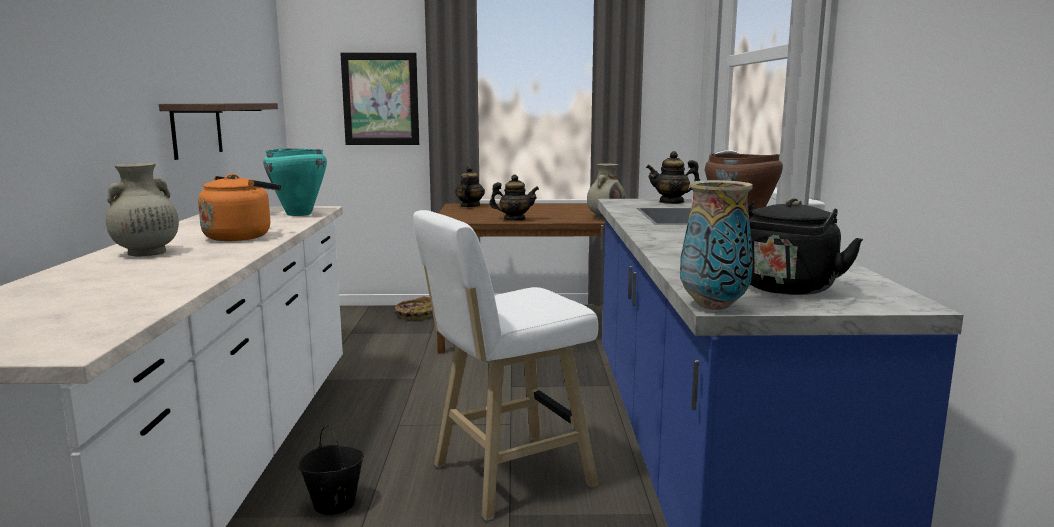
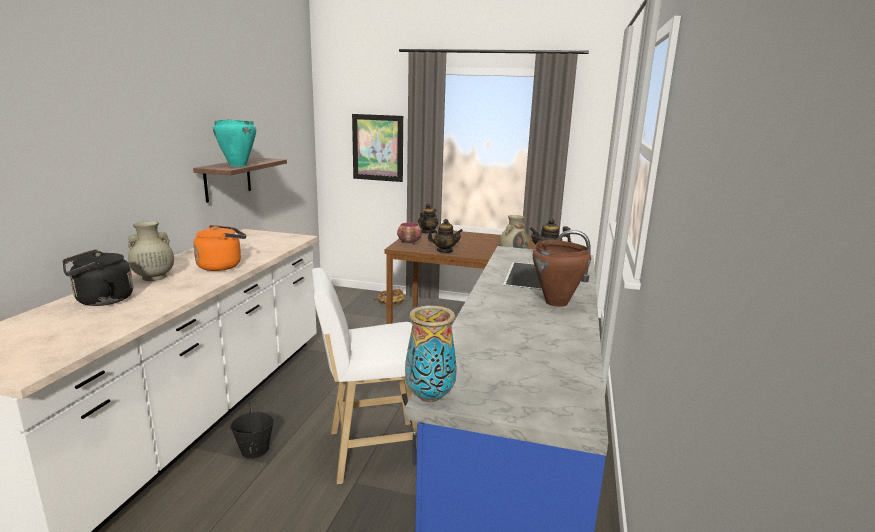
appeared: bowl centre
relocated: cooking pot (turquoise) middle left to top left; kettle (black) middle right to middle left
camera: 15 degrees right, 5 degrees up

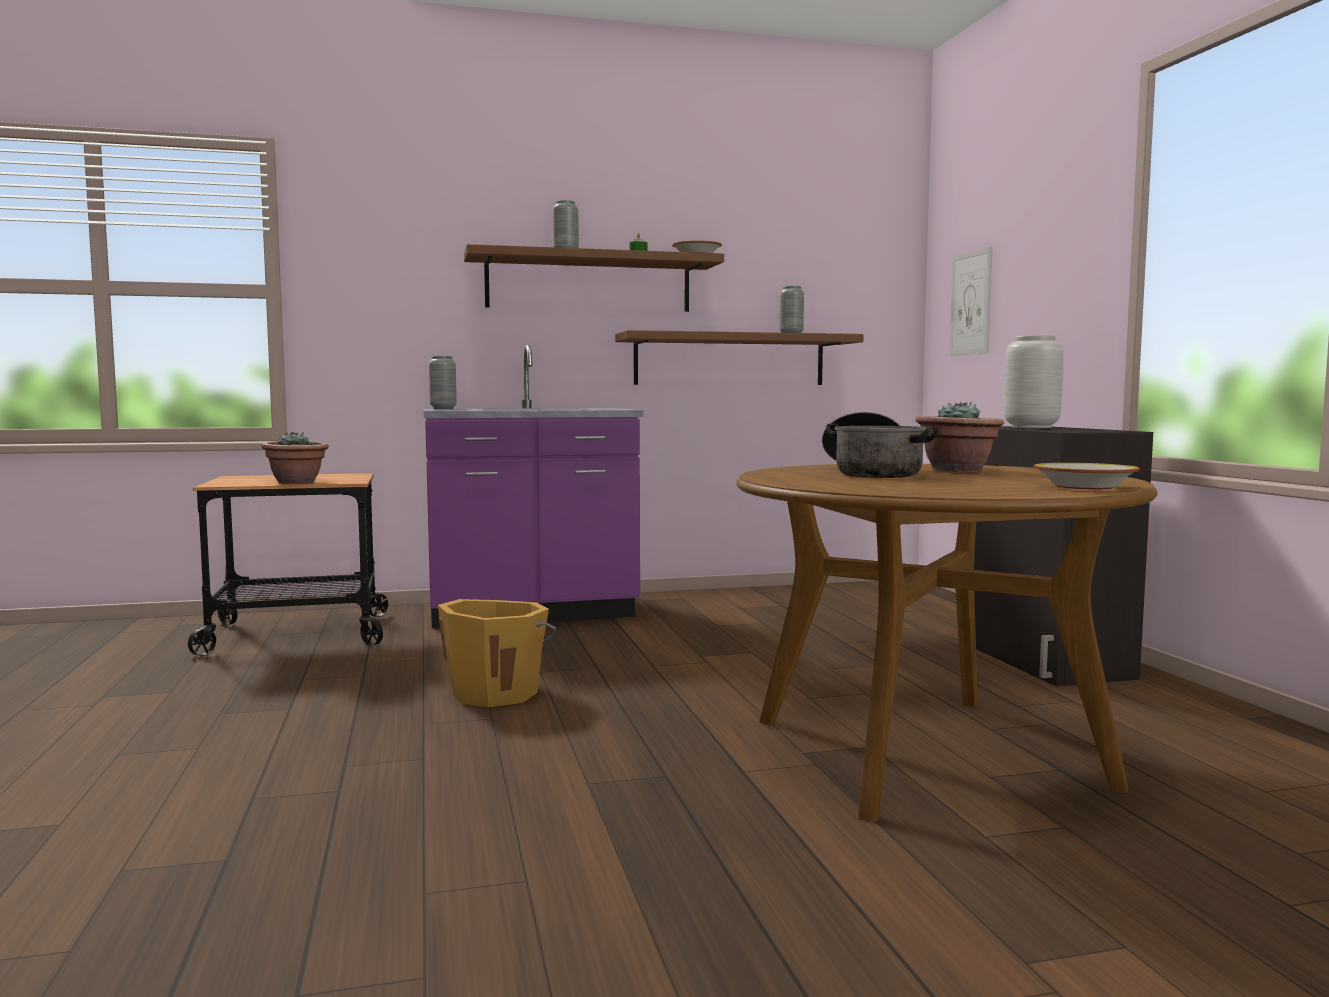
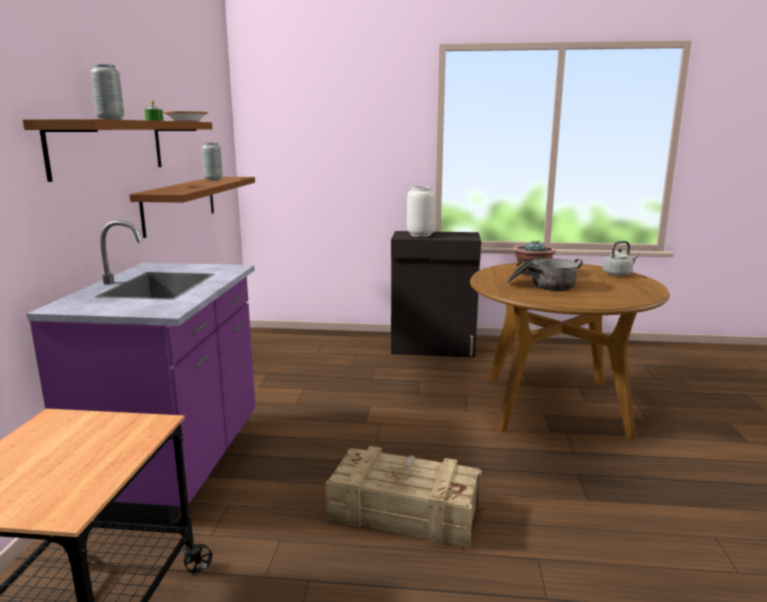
missing: potted plant (no. 1 from left) middle left; vase (grey) (no. 1 from left) centre; picture top right
exchanged: bucket (orange) centre to crate bottom centre; bowl (no. 2 from left) middle right to kettle (grey) middle right
camera: 70 degrees left, 10 degrees up

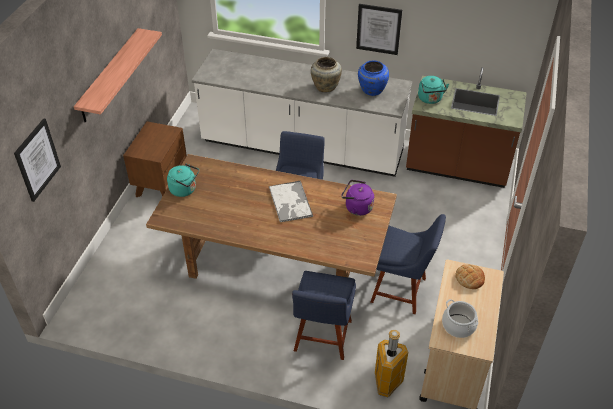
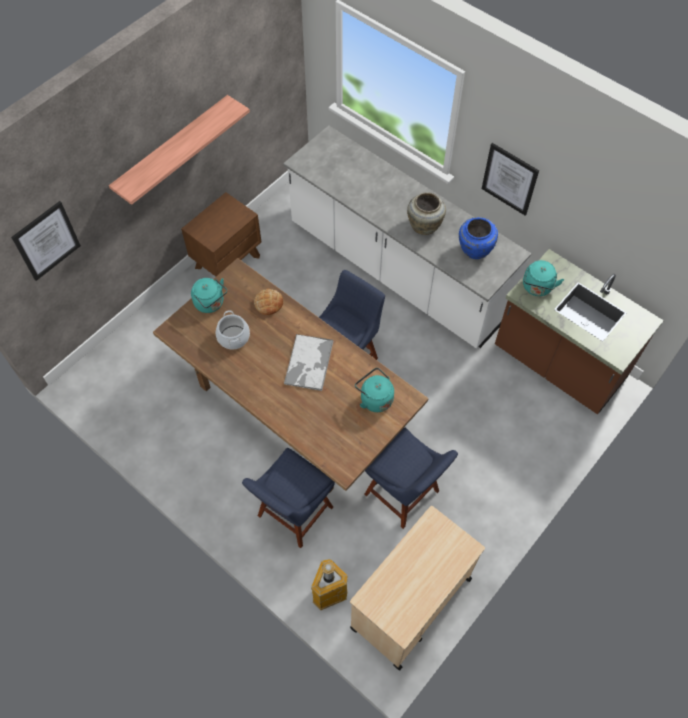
relocated: cooking pot bottom right to centre; bread bottom right to centre
colour: kettle (purple) centre to kettle (turquoise) (no. 2 from left) centre
camera: 25 degrees right, 15 degrees up

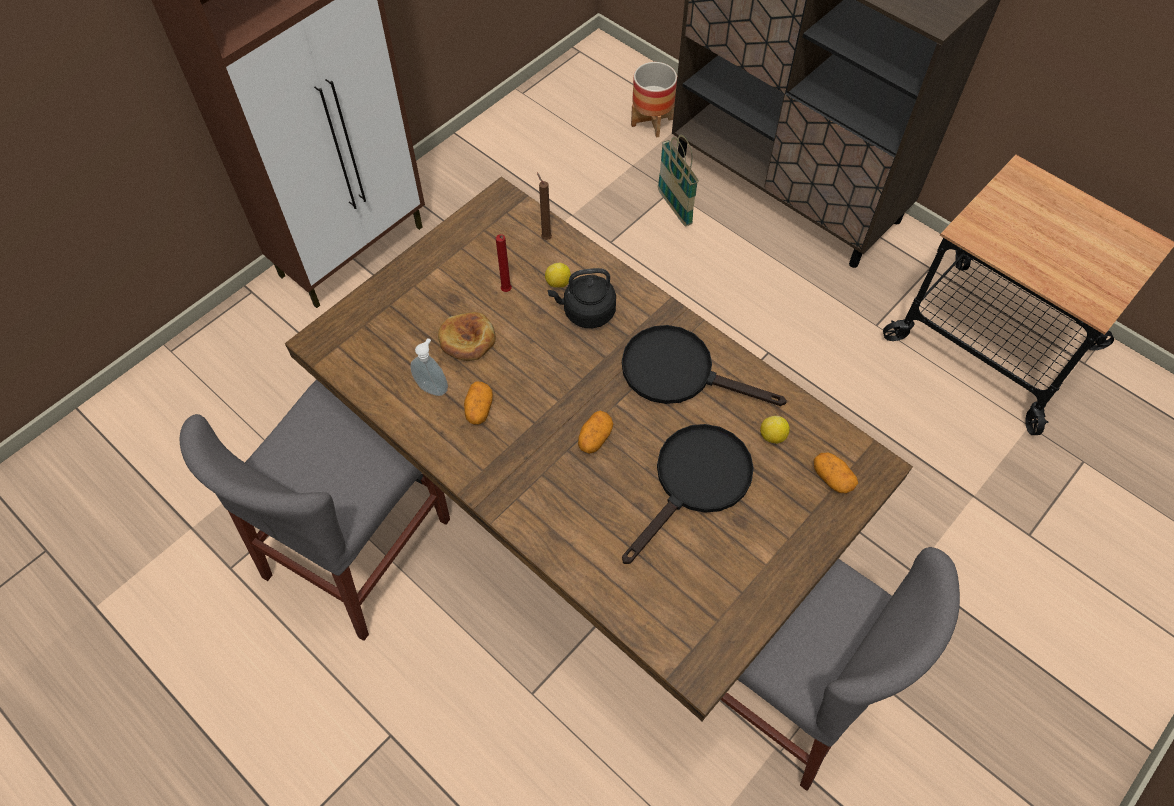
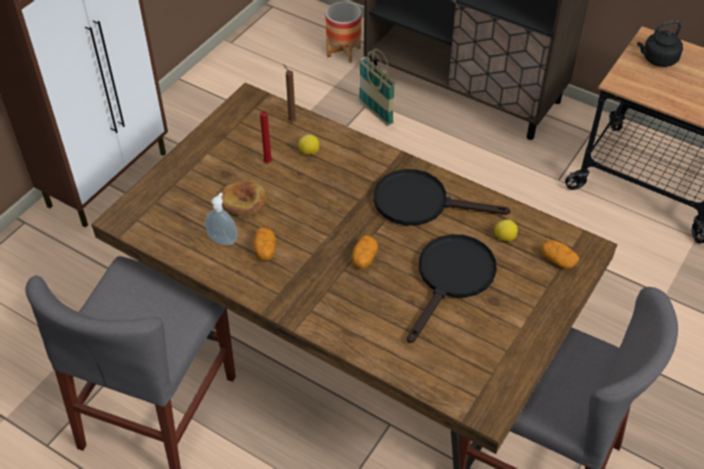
relocated: kettle (black) centre to top right
camera: 10 degrees left, 10 degrees down

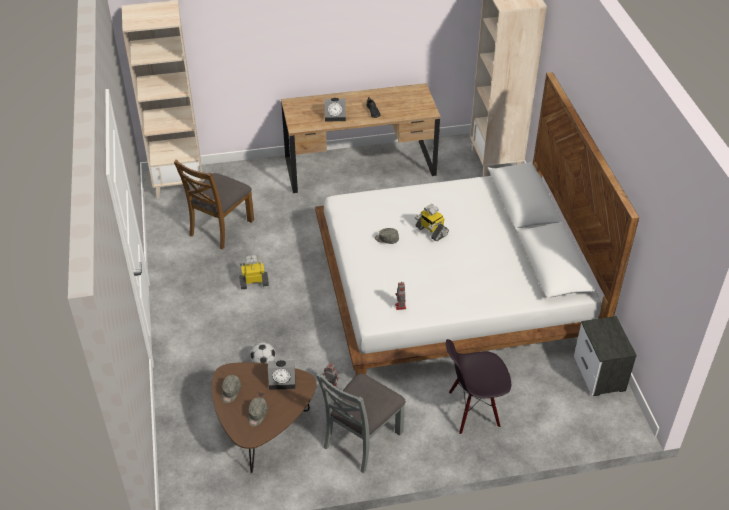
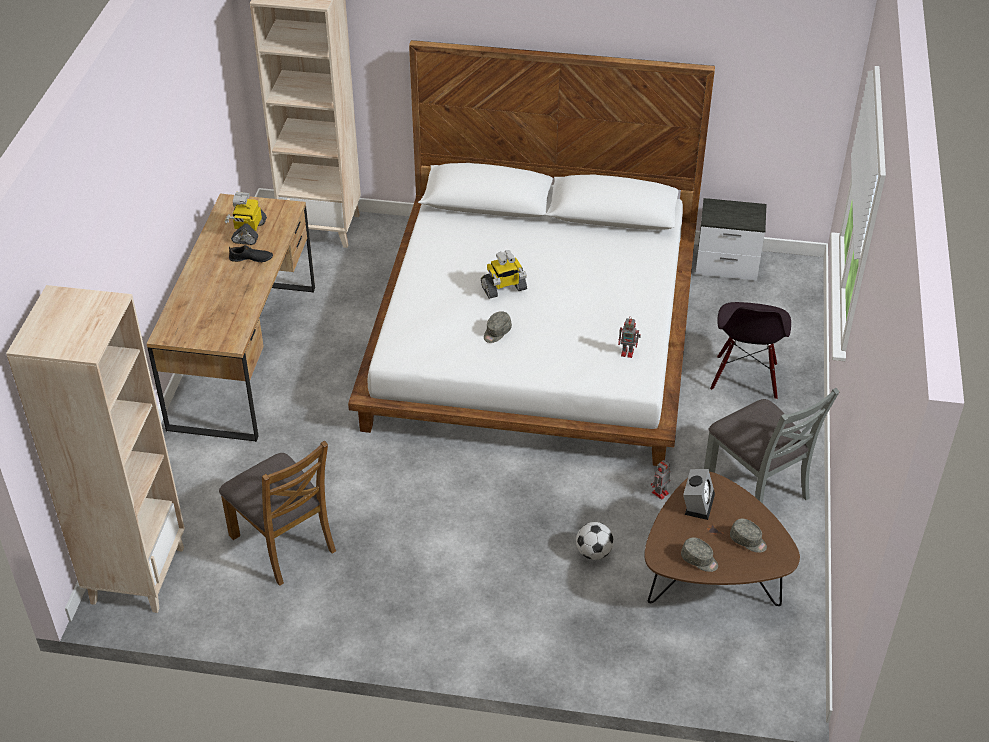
missing: alarm clock (no. 2 from left) top centre
relocated: toy robot (no. 1 from left) centre to top left
camera: 70 degrees left, 0 degrees up

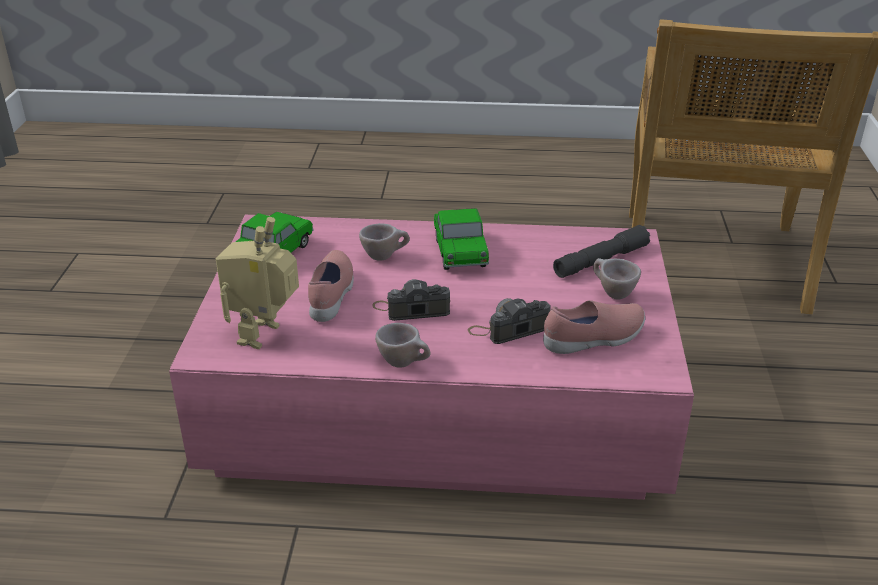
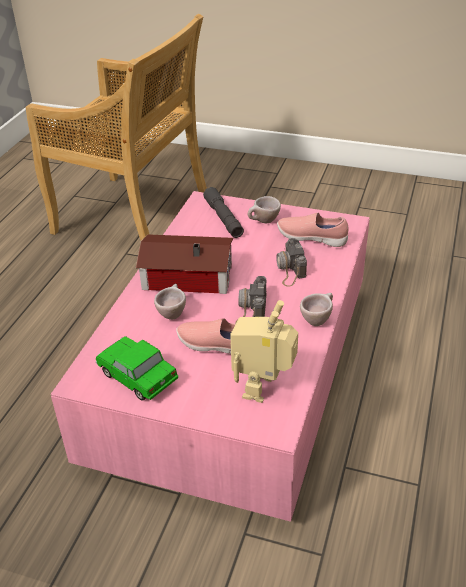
exchanged: toy car (no. 2 from left) centre to toy house centre
spun: toy robot middle left = centre 75 degrees clockwise; shoe (pink) (no. 2 from left) middle right = middle right 60 degrees counterclockwise
camera: 75 degrees left, 5 degrees up

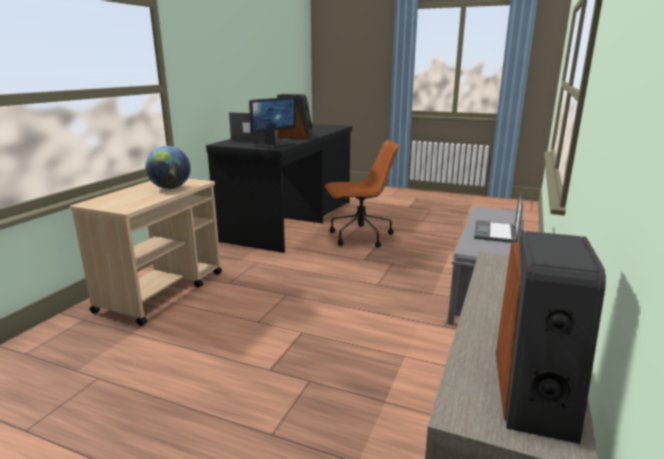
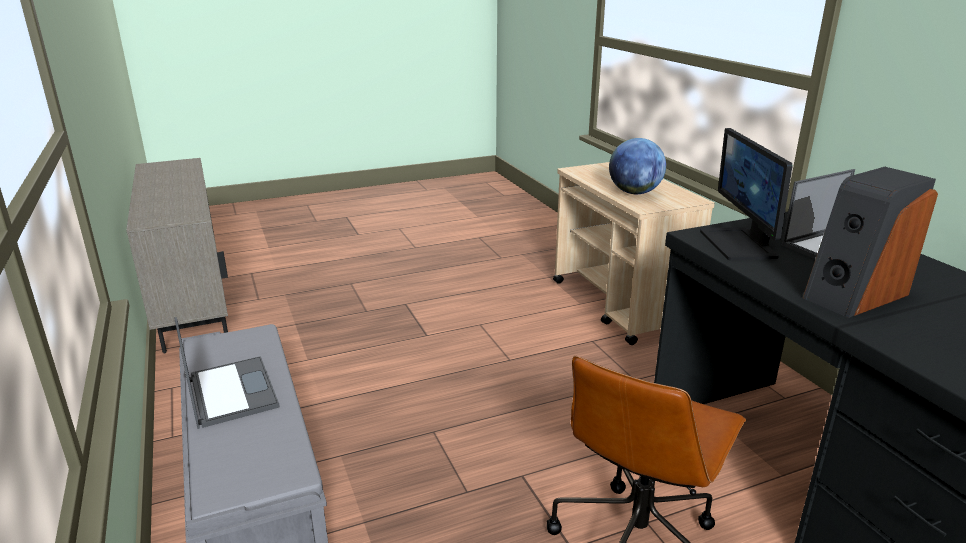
missing: speaker (no. 2 from left) bottom right
camera: 135 degrees right, 5 degrees up

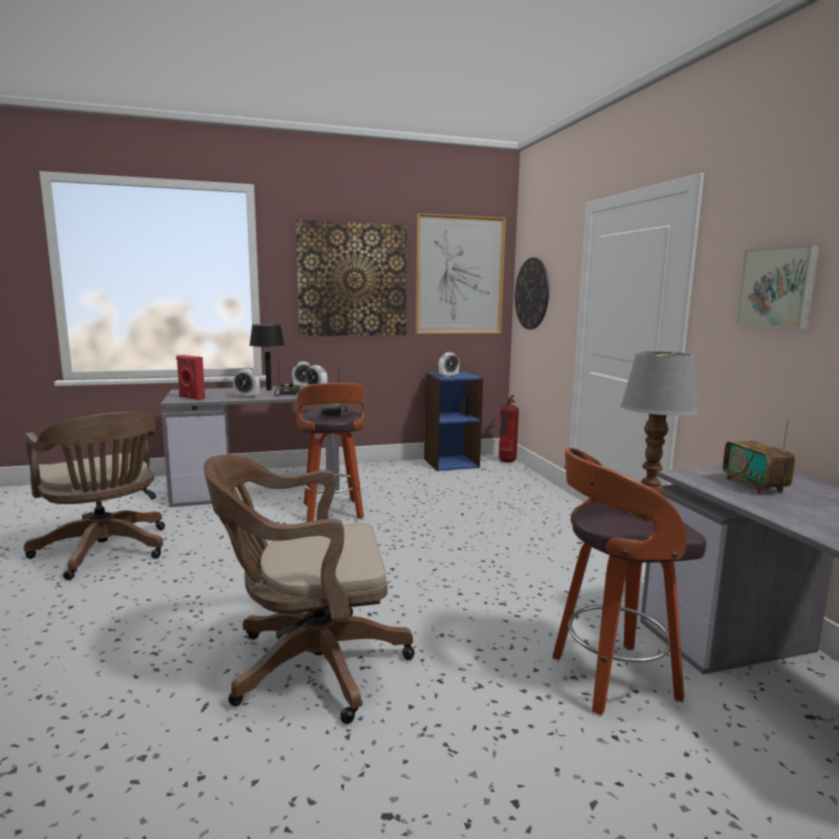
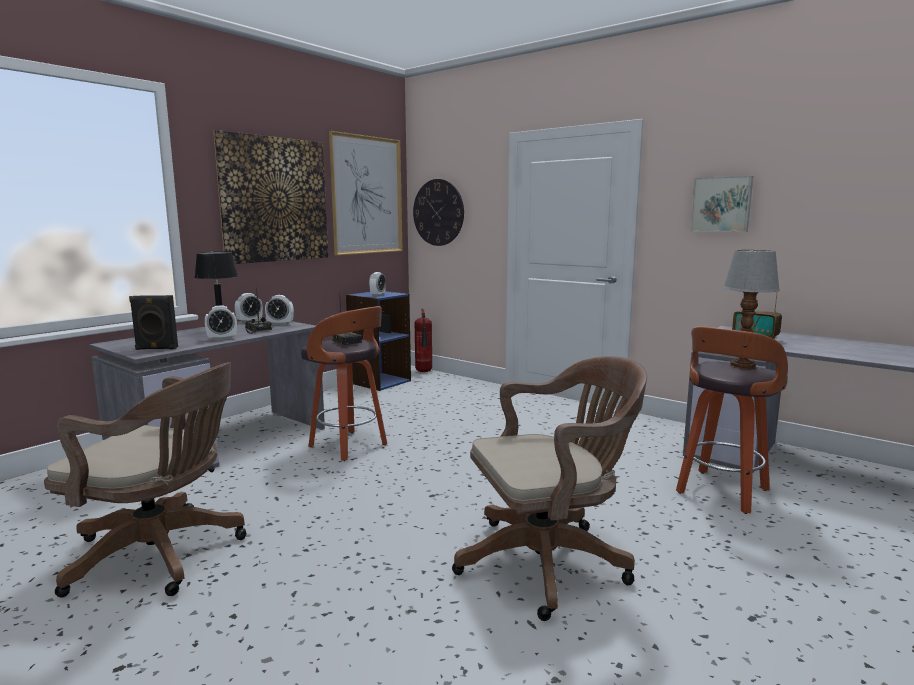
colour: speaker (red) middle left to speaker (black) middle left
spun: office chair (brown) (no. 2 from left) bottom centre = bottom centre 150 degrees counterclockwise
camera: 35 degrees left, 0 degrees up

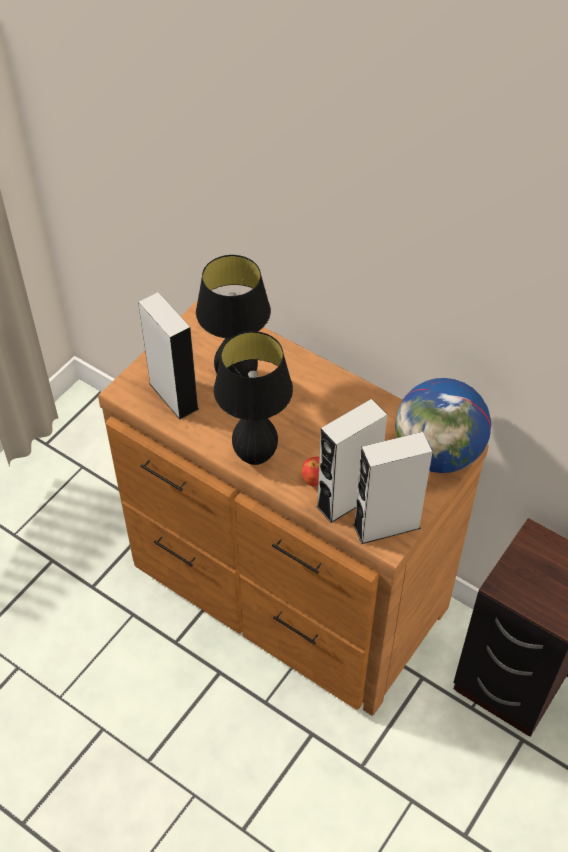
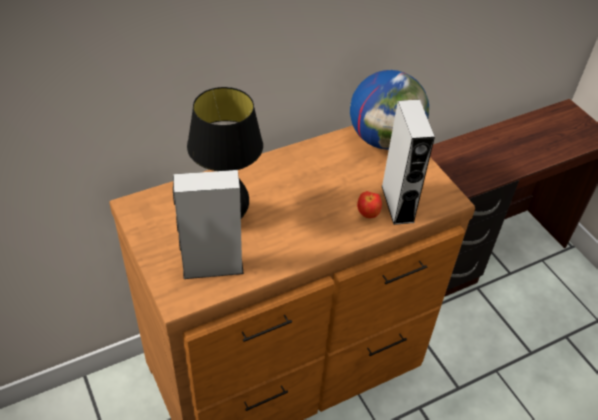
missing: table lamp (black) (no. 2 from left) centre; speaker (grey) (no. 3 from left) middle right
camera: 65 degrees left, 5 degrees down

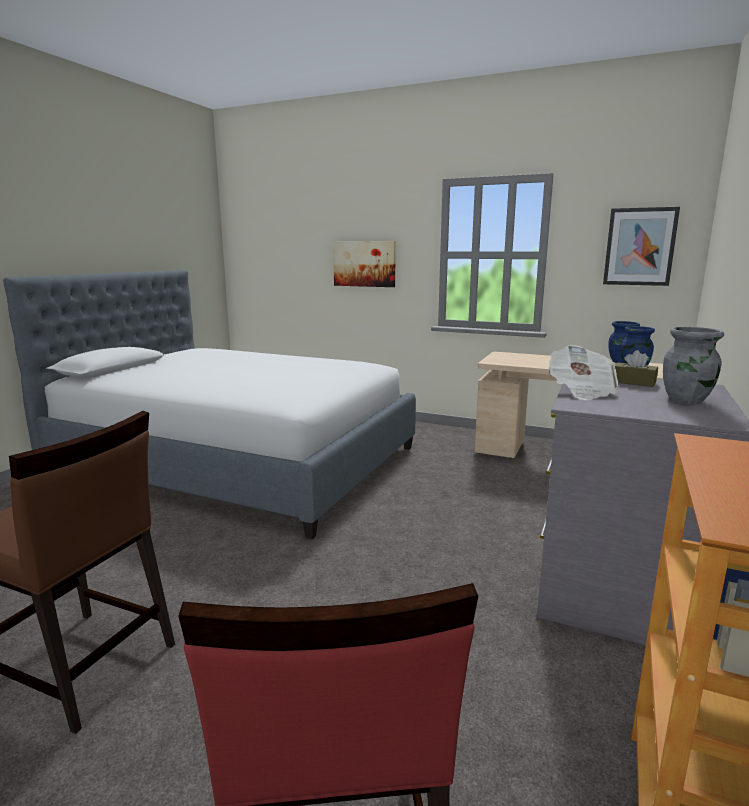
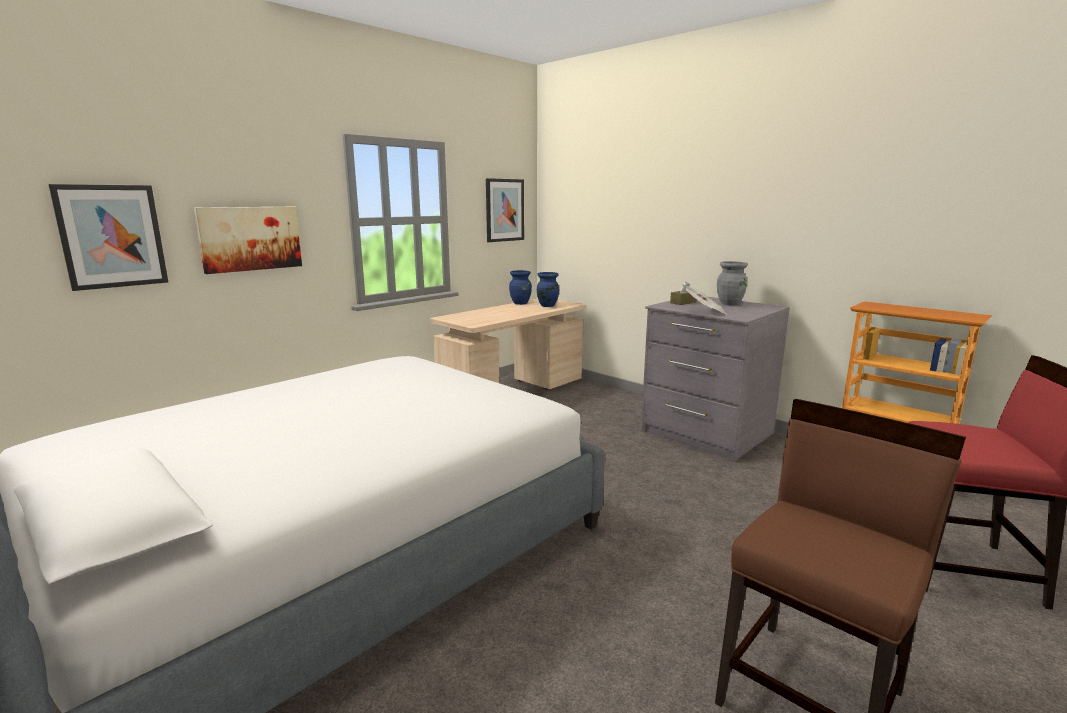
appeared: picture (no. 1 from left) top left
camera: 70 degrees left, 0 degrees up

